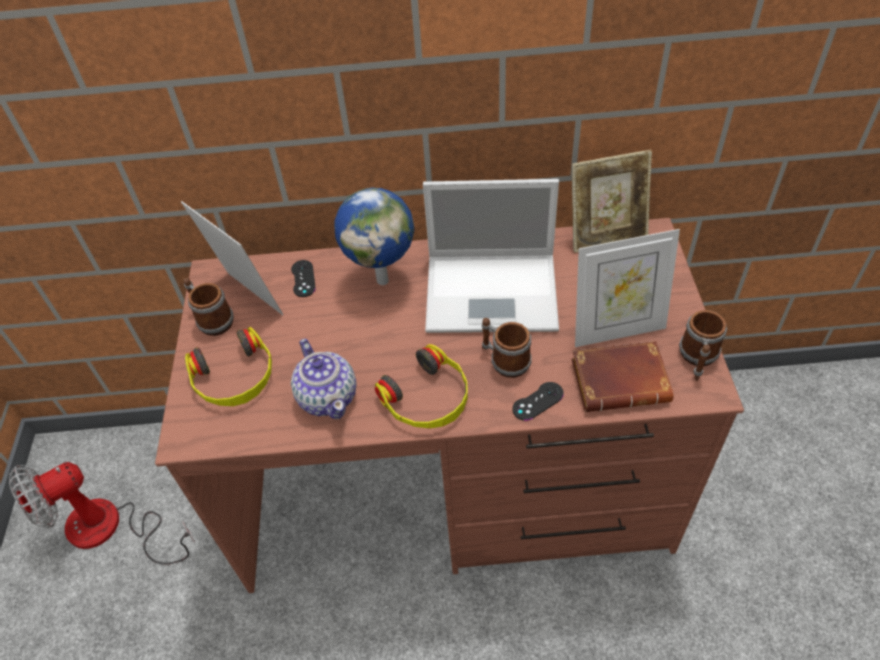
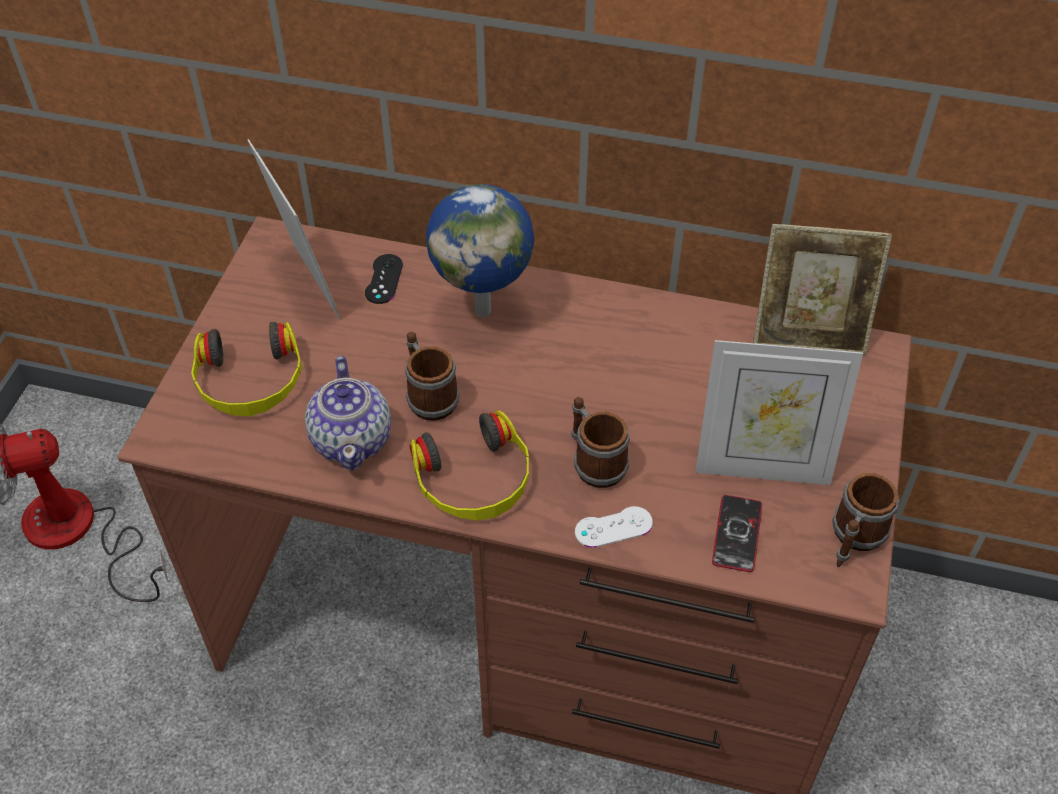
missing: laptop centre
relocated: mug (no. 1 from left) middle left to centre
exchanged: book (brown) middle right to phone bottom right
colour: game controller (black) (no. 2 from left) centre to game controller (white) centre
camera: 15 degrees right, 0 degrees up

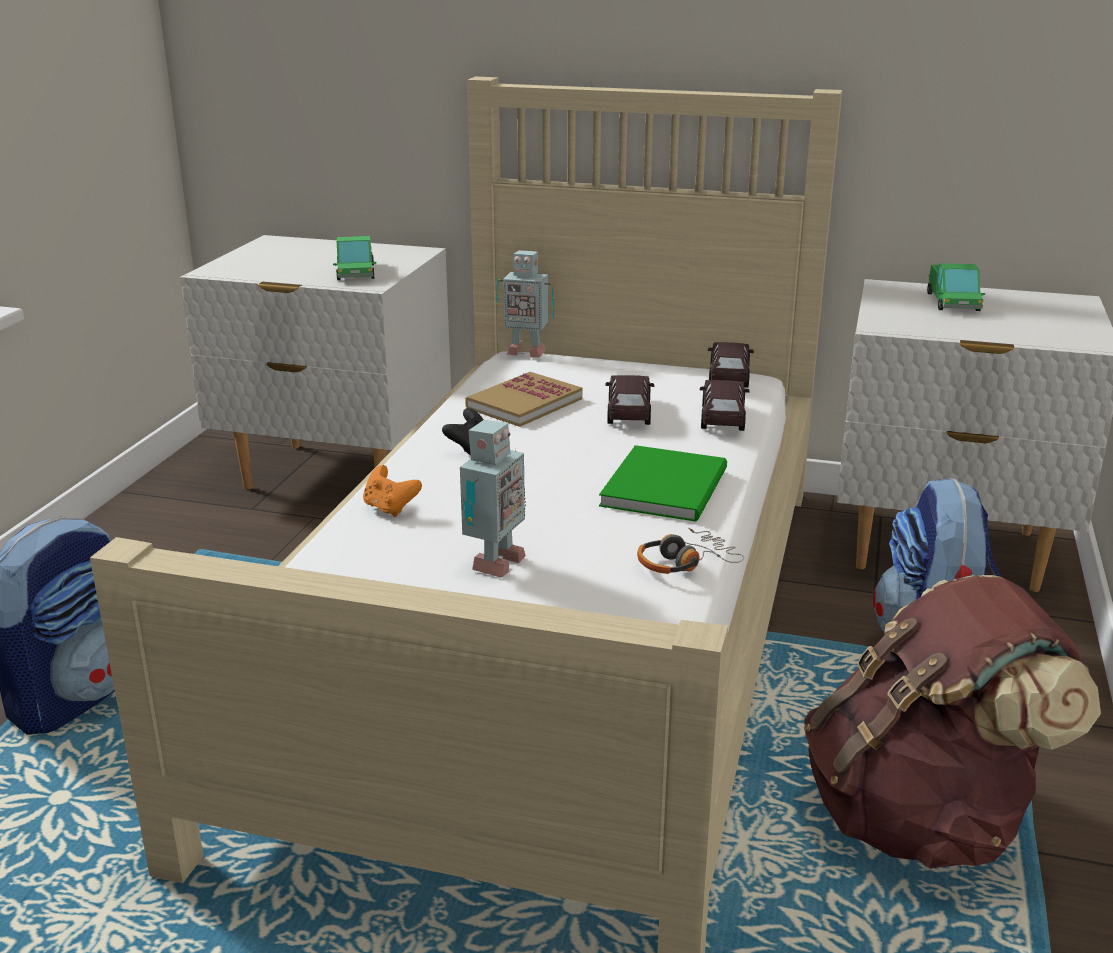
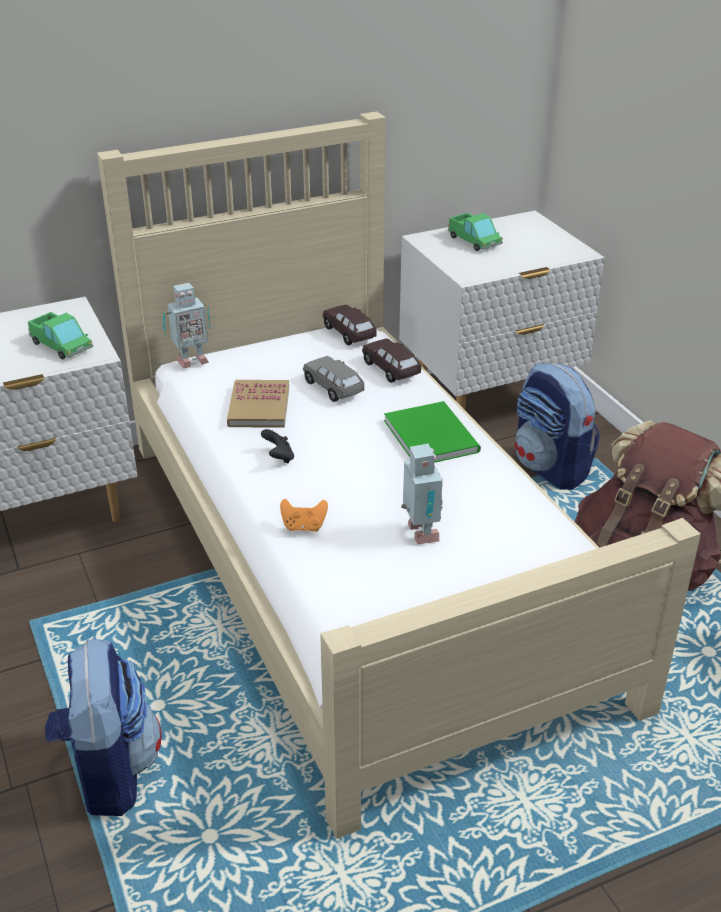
missing: headphones centre
colour: toy car (brown) (no. 1 from left) centre to toy car (grey) centre
camera: 40 degrees left, 10 degrees up

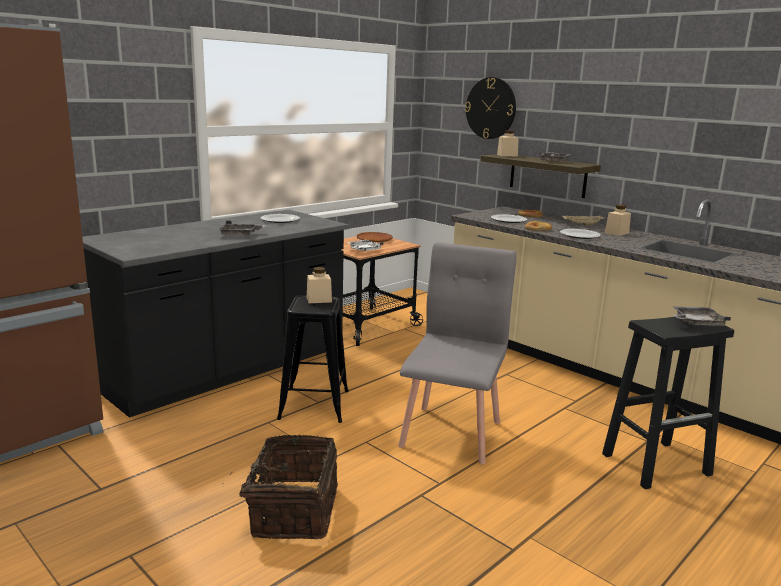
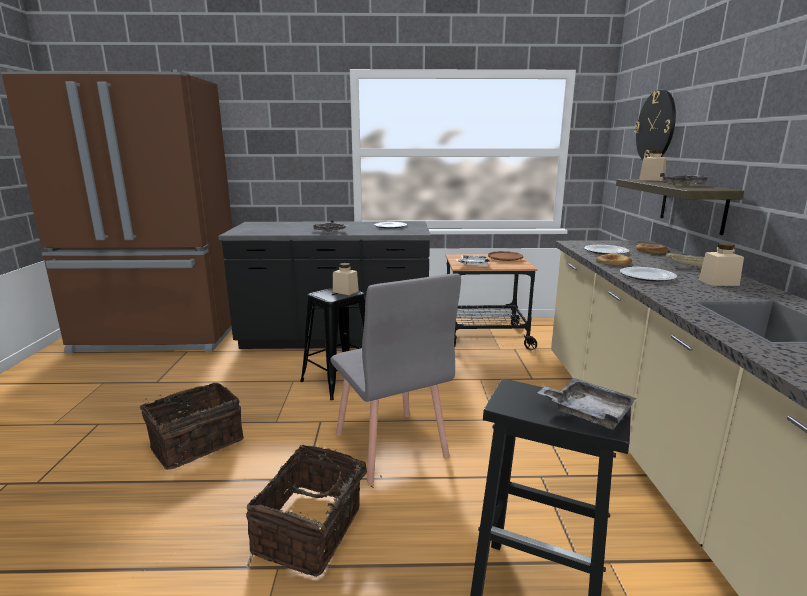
appeared: basket (no. 2 from left) bottom centre
spun: chair (grey) centre = centre 90 degrees clockwise
camera: 45 degrees right, 0 degrees up

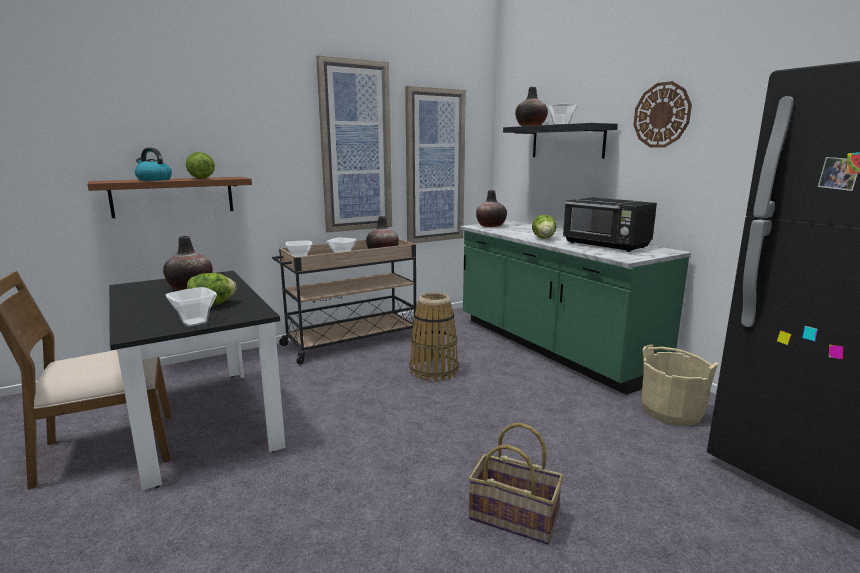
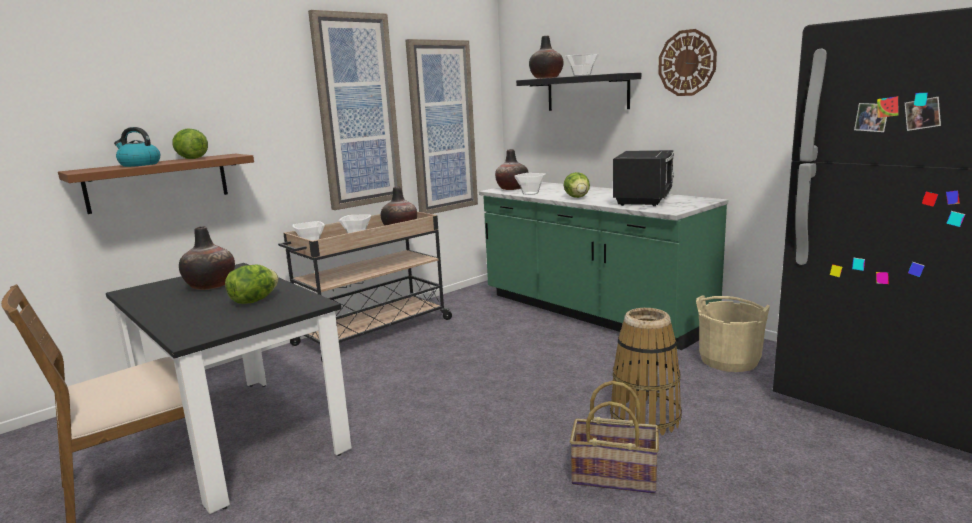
relocated: bowl (no. 1 from left in the first image) middle left to bowl (no. 3 from left) centre; basket (no. 1 from left in the first image) centre to basket (no. 2 from left) bottom centre
spun: microwave (black) middle right = centre 105 degrees counterclockwise
camera: 10 degrees left, 0 degrees up

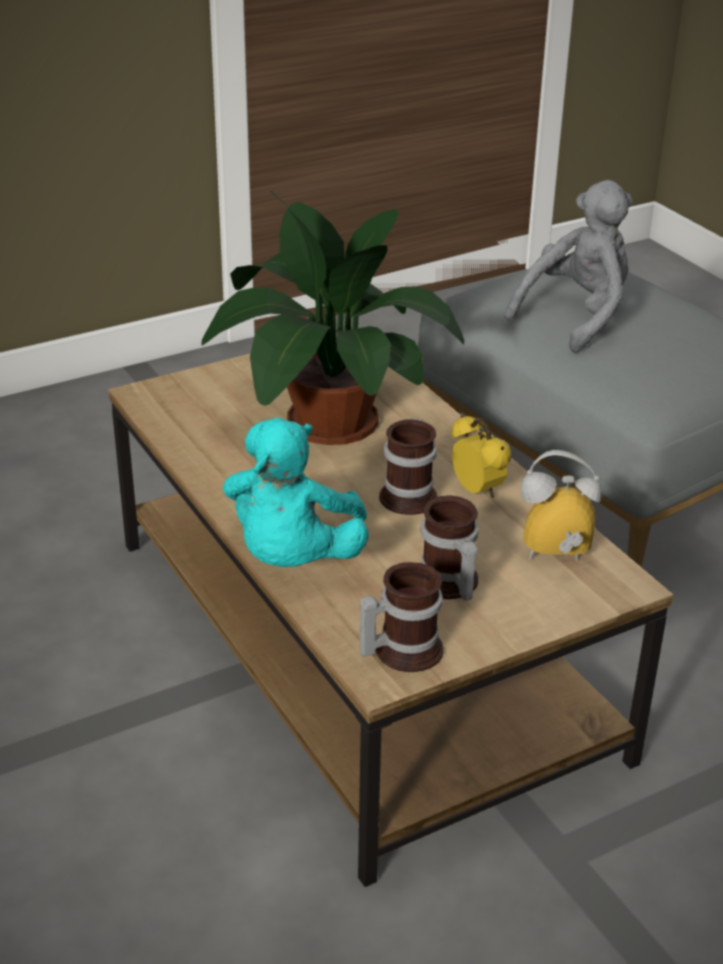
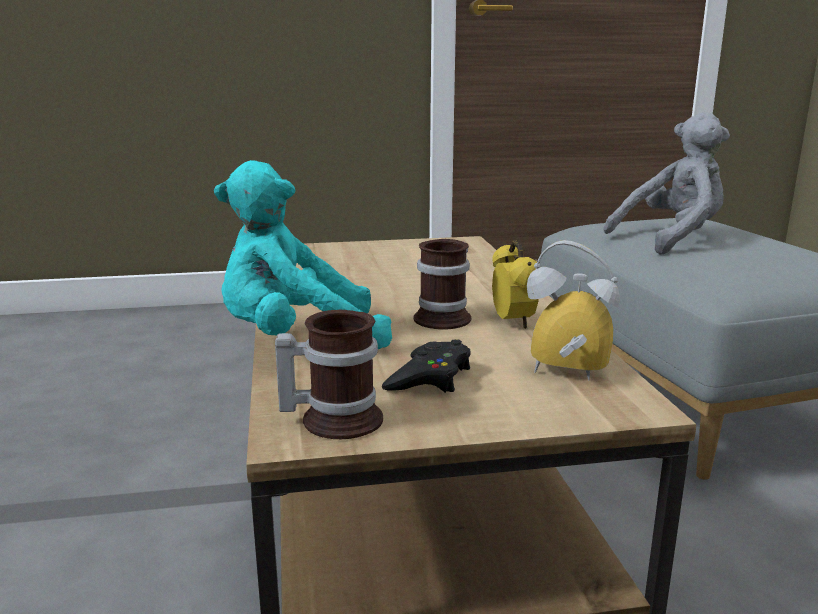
missing: potted plant top centre
exchanged: mug (no. 3 from left) centre to game controller (black) centre
spun: plush toy (turquoise) centre = centre 45 degrees clockwise
camera: 20 degrees right, 15 degrees down

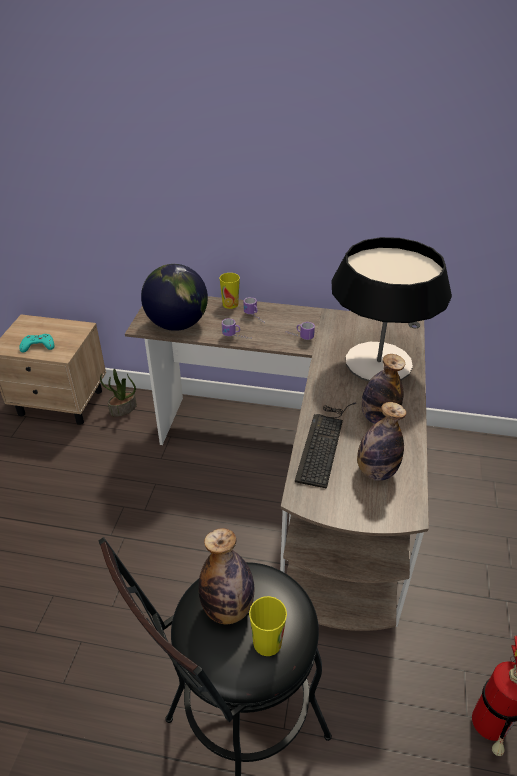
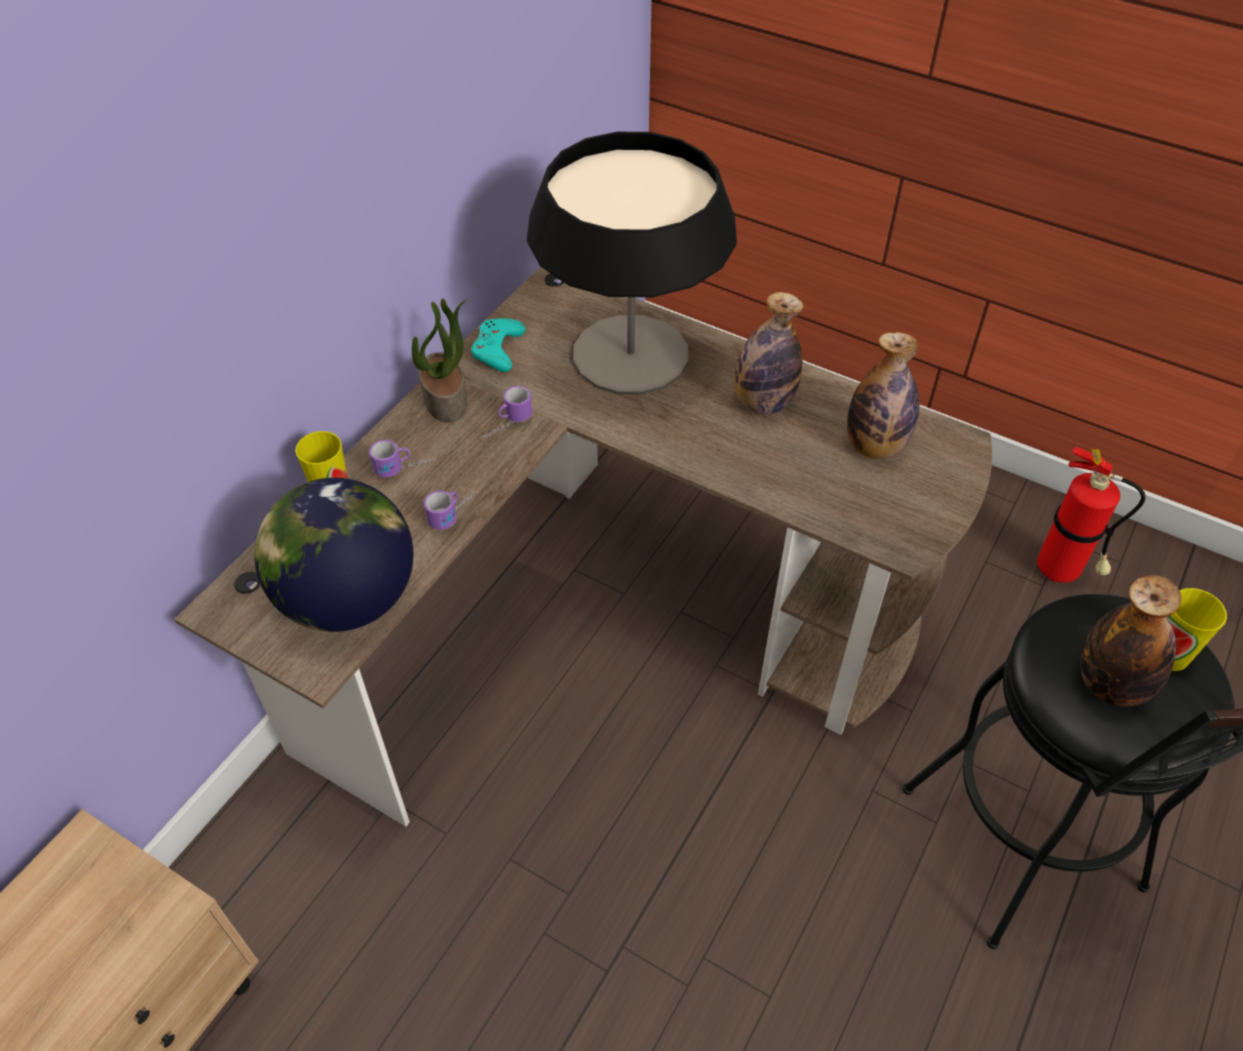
missing: keyboard centre
relocated: game controller (turquoise) middle left to top centre; potted plant middle left to centre
camera: 70 degrees left, 10 degrees up

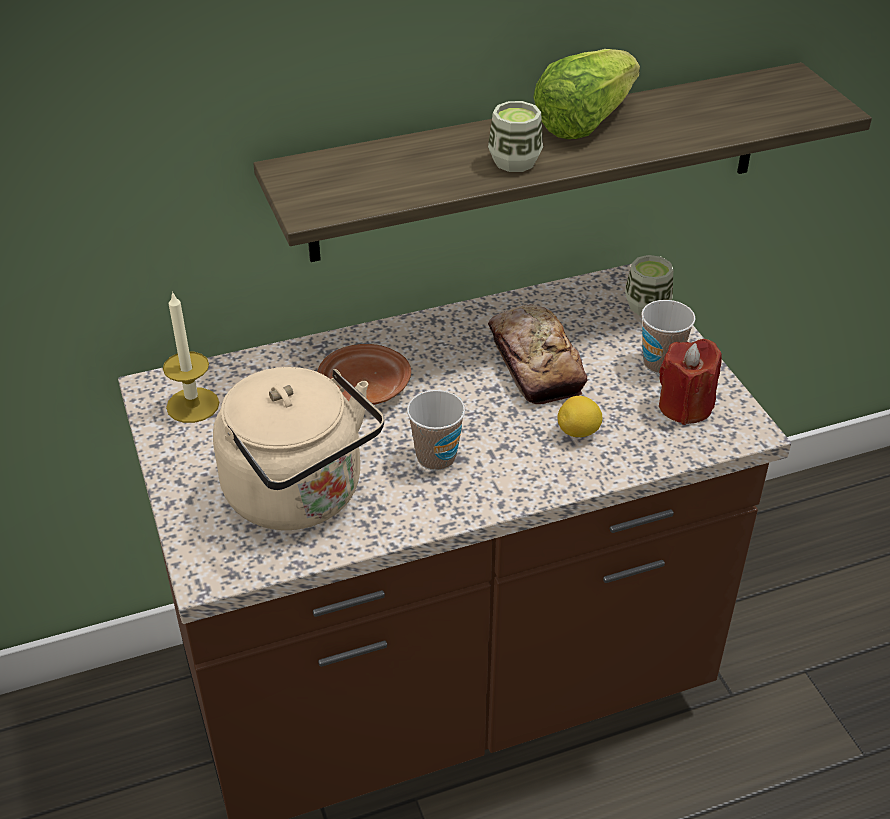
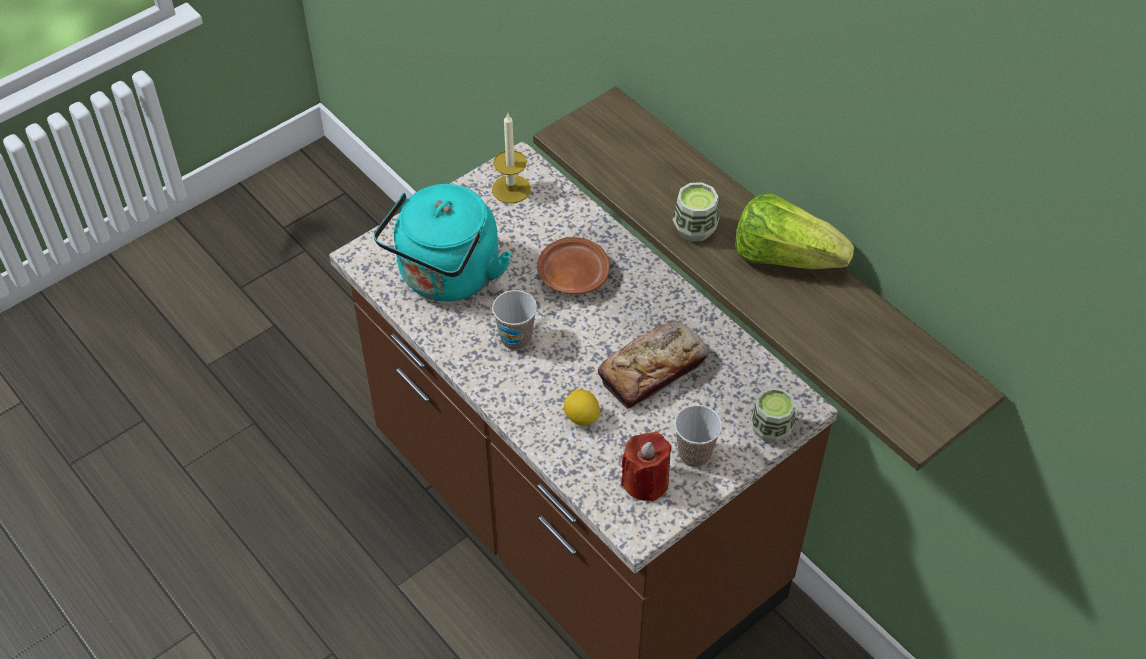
colour: kettle (beige) centre to kettle (turquoise) centre
camera: 70 degrees right, 10 degrees up

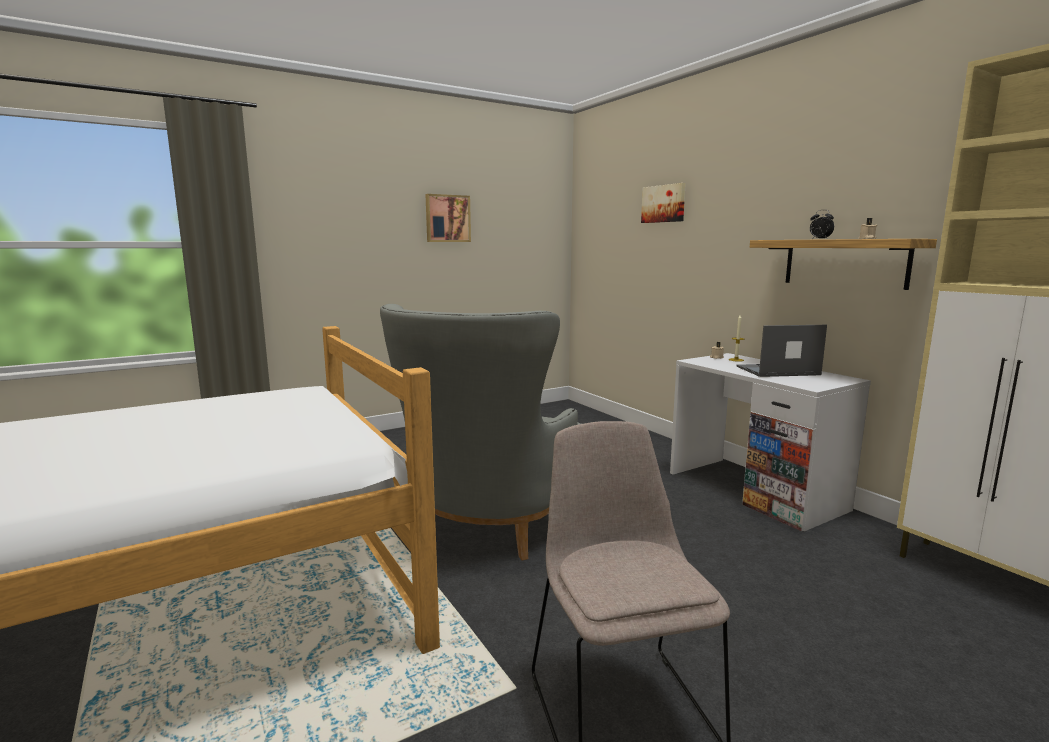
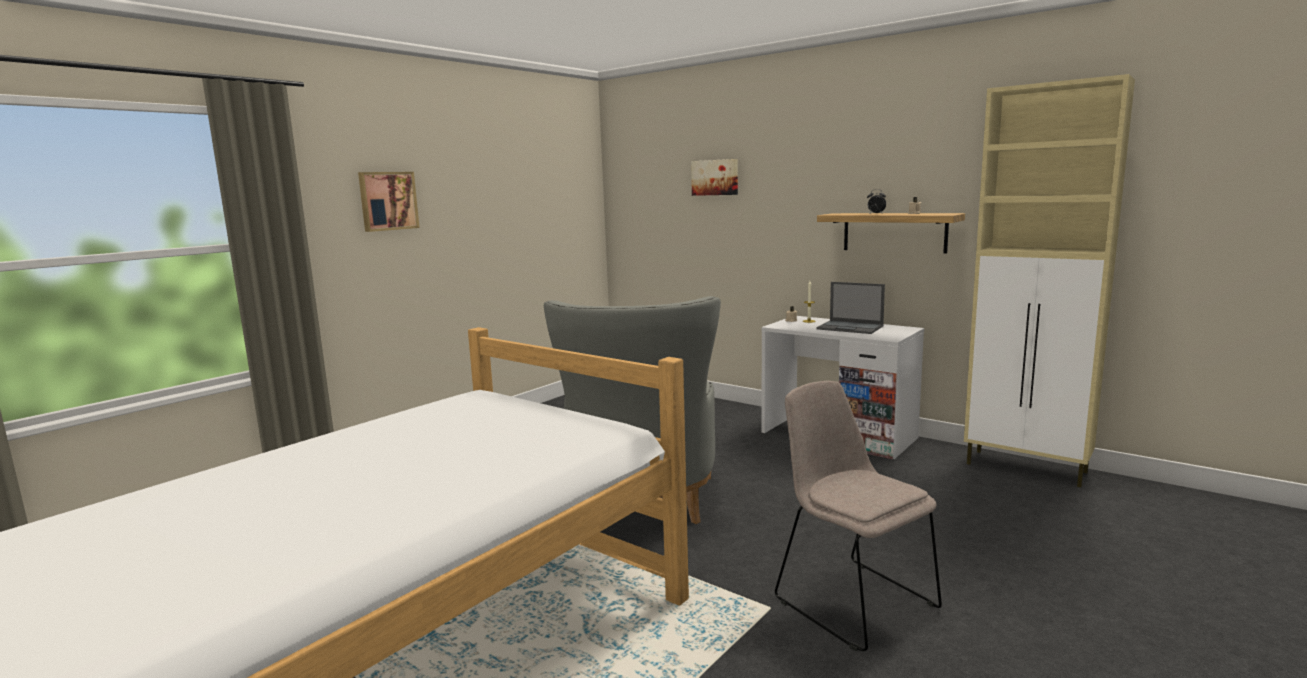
relocated: picture (no. 1 from left) top centre to top left
spun: laptop middle right = centre 120 degrees counterclockwise
camera: 20 degrees left, 0 degrees up

